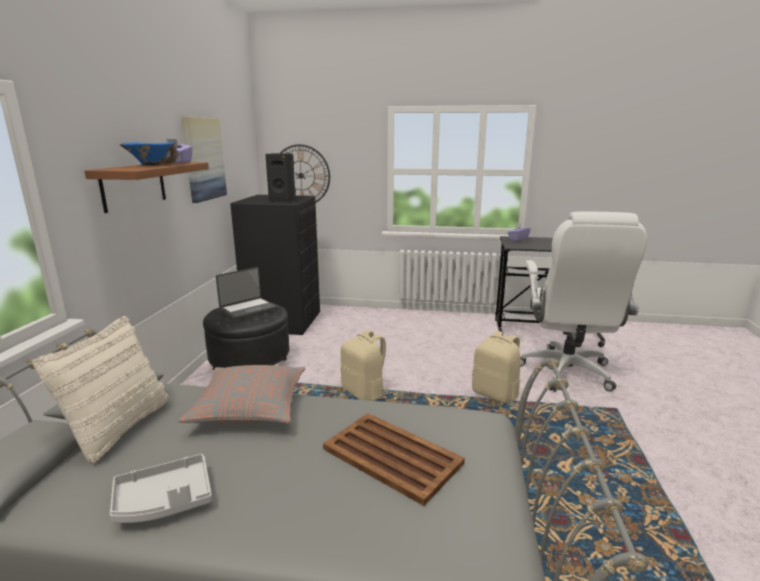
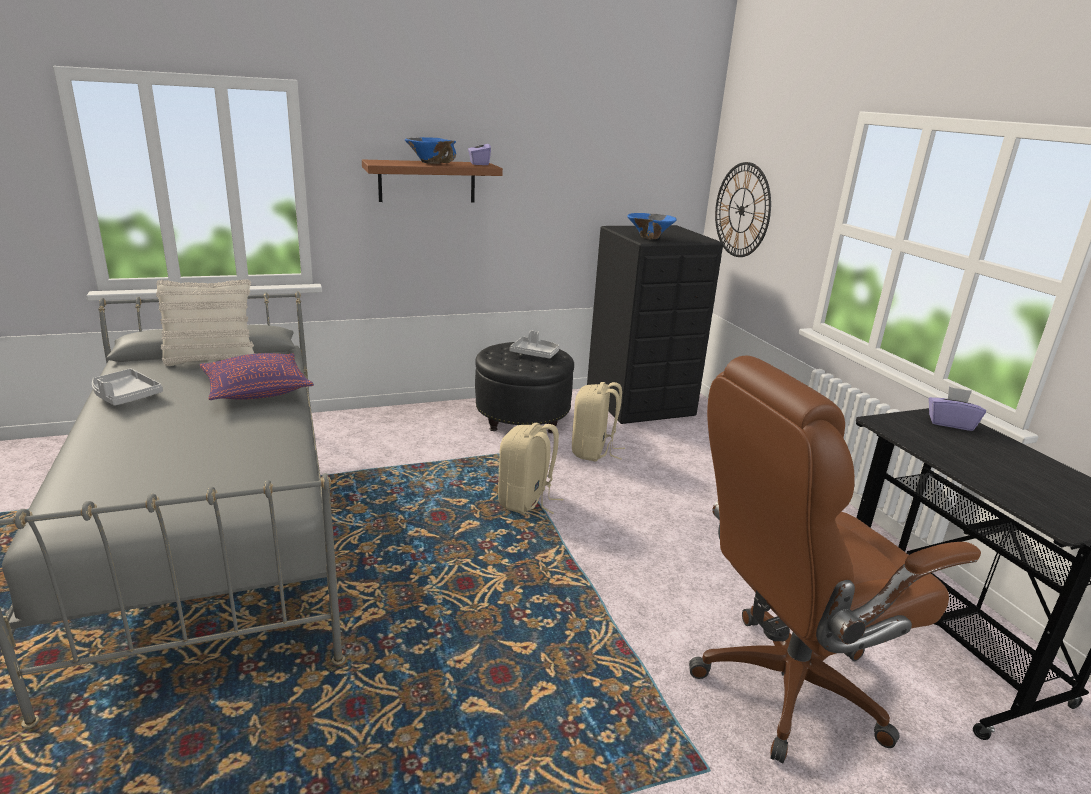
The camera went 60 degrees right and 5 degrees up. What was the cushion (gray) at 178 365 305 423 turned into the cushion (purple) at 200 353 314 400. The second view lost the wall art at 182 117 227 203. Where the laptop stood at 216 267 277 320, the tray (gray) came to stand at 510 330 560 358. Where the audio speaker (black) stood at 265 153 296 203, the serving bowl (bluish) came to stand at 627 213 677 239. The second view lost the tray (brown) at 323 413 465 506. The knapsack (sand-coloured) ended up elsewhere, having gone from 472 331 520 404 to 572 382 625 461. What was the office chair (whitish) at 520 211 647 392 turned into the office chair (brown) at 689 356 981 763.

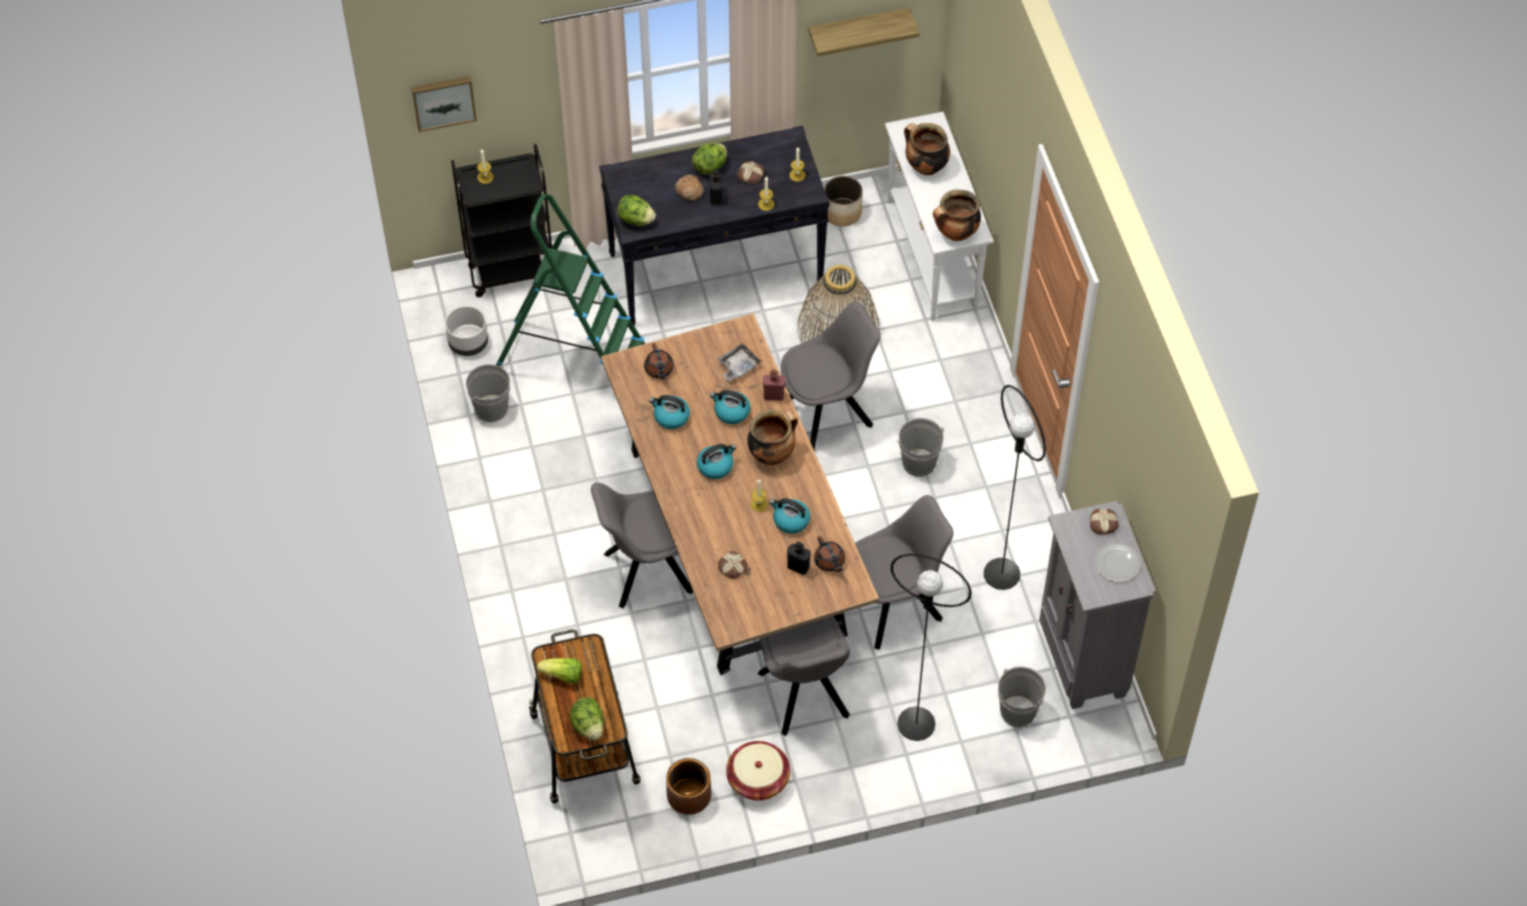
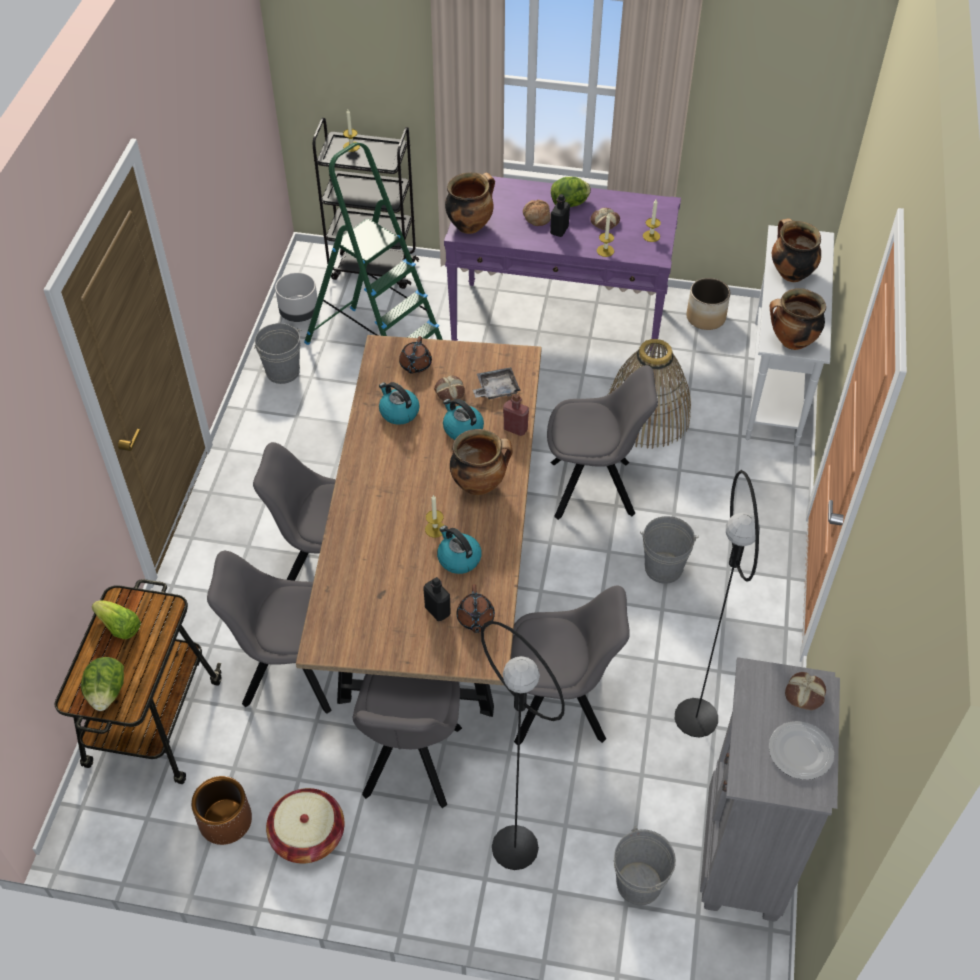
The camera went 25 degrees right and 5 degrees down. The second view lost the wall art at 411 76 477 132. What was the hall table (black) at 599 126 830 325 turned into the hall table (purple) at 444 176 681 356. Where the lettuce stood at 617 195 656 226, the stockpot came to stand at 445 172 495 234. The second view lost the tea kettle at 697 444 736 479. The baked bread ended up elsewhere, having gone from 718 551 748 579 to 434 375 465 401. The second view lost the wall shelf at 808 7 920 56. The second view gained the plain chair (gray) at 207 551 332 714.

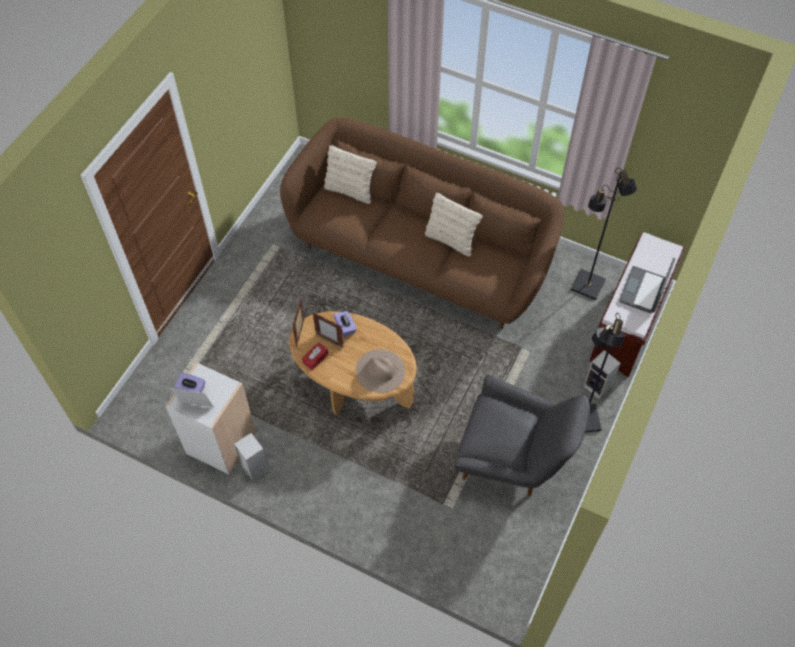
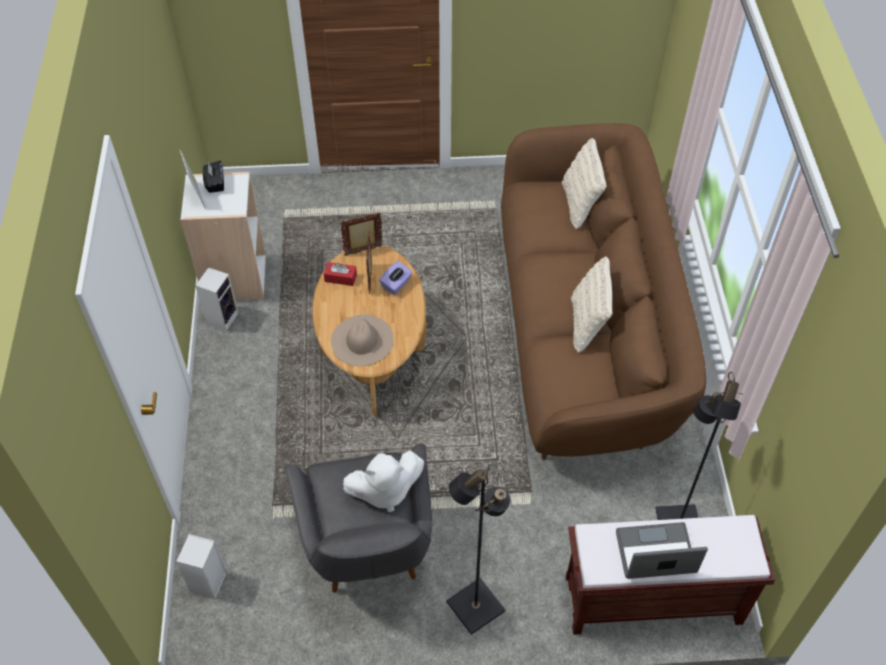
The camera went 60 degrees right and 5 degrees down. What was the box of tissues (purple) at 175 373 205 393 turned into the box of tissues (black) at 203 161 224 193. The audio speaker ended up elsewhere, having gone from 583 350 621 399 to 176 534 227 599. The second view gained the plush toy (whitish) at 343 451 424 512.

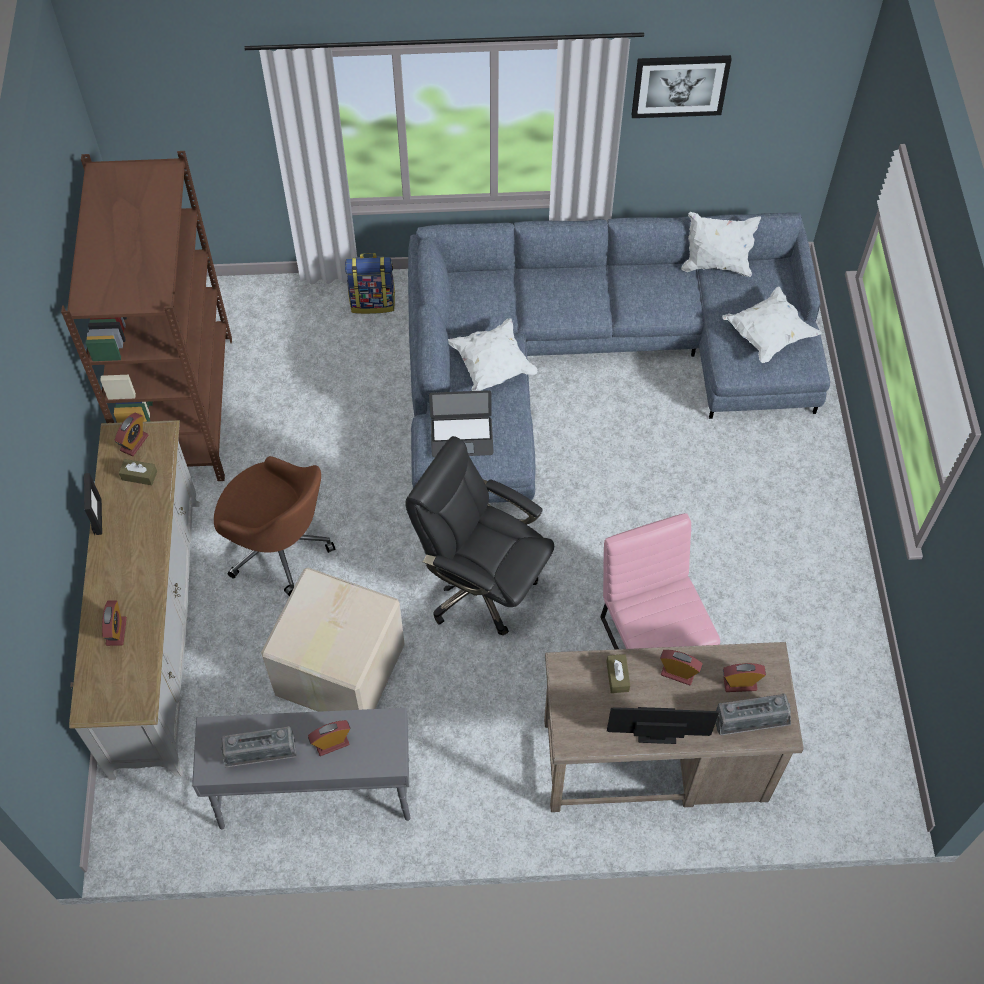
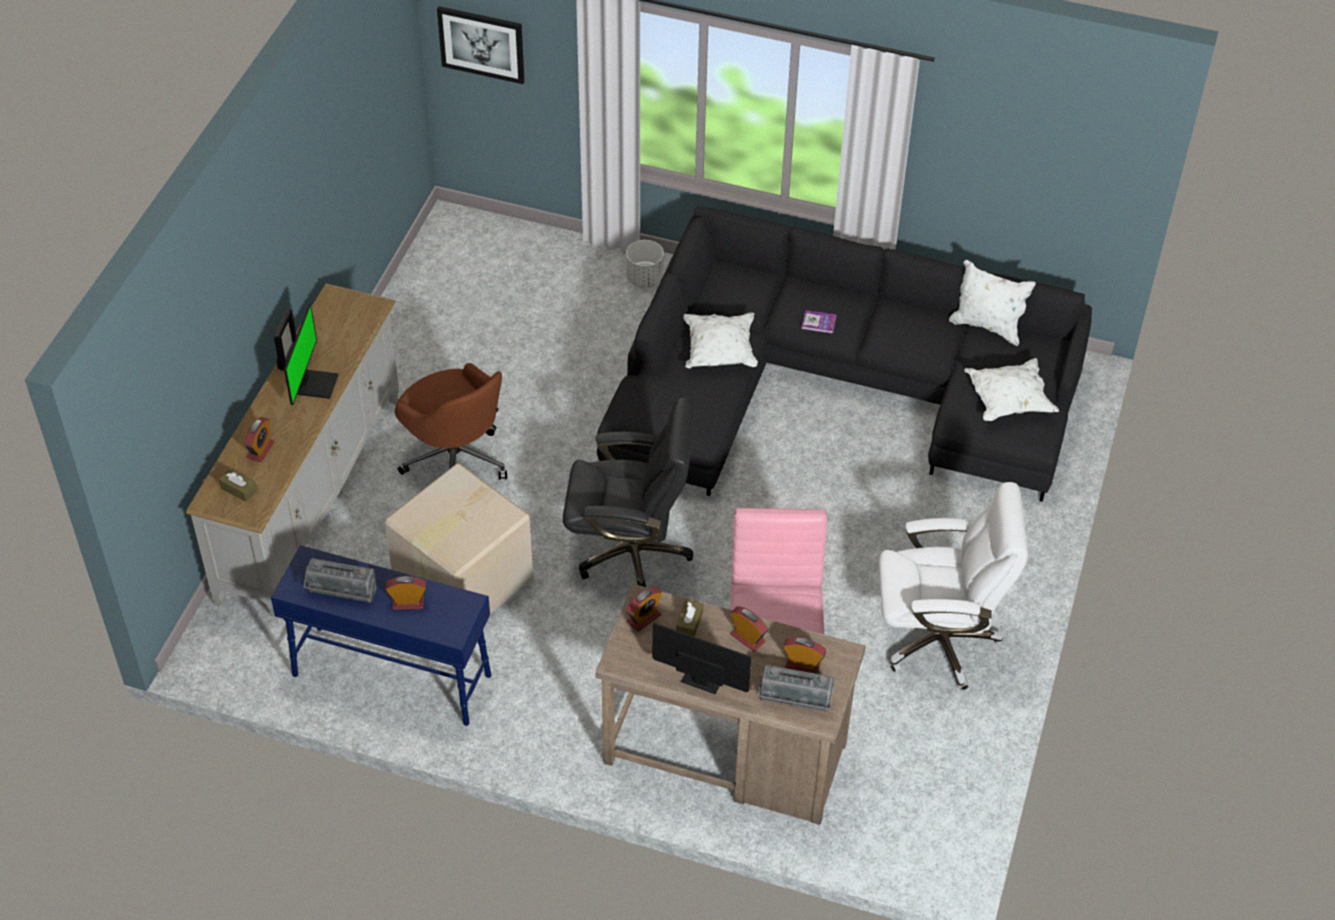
The camera went 20 degrees right and 10 degrees down. The second view lost the shelving unit (brown) at 61 151 232 481. The alarm clock ended up elsewhere, having gone from 114 412 149 456 to 626 587 662 632. The box of tissues (brown) ended up elsewhere, having gone from 119 459 157 485 to 219 469 257 502. What was the hall table (gray) at 192 708 411 829 turned into the hall table (bluish) at 271 545 491 726. Where the knapsack stood at 345 253 395 314, the flower pot (whitish) came to stand at 626 240 664 287. The office chair (black) at 405 436 554 635 ended up facing another way, 135 degrees clockwise from before. What was the sofa (bluish) at 408 213 830 503 turned into the sofa (black) at 597 207 1092 502. The second view lost the laptop at 429 390 494 457. The wall art ended up elsewhere, having gone from 632 55 732 118 to 437 6 524 84. The second view gained the computer screen at 284 304 339 405. The second view gained the bound book at 801 310 836 333. The second view gained the office chair (whitish) at 879 482 1028 690.

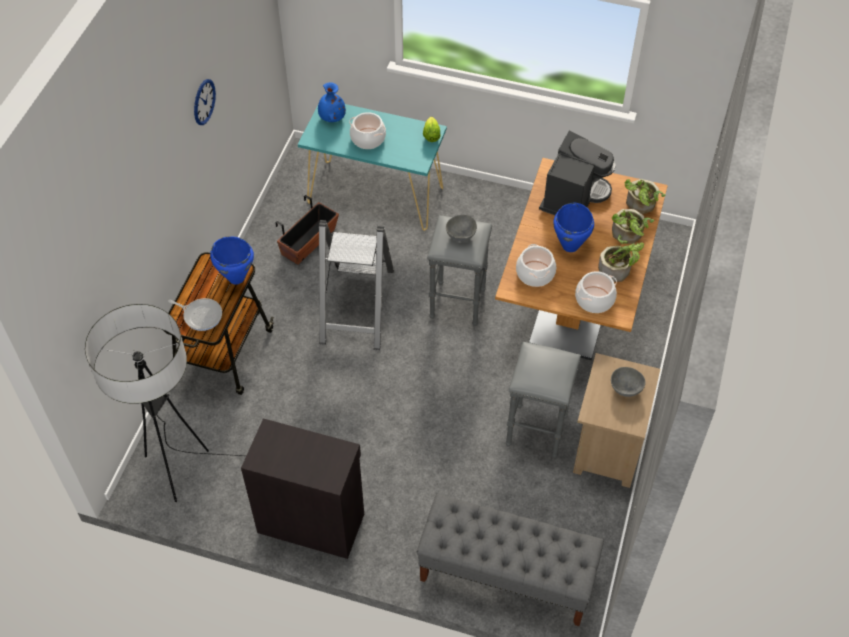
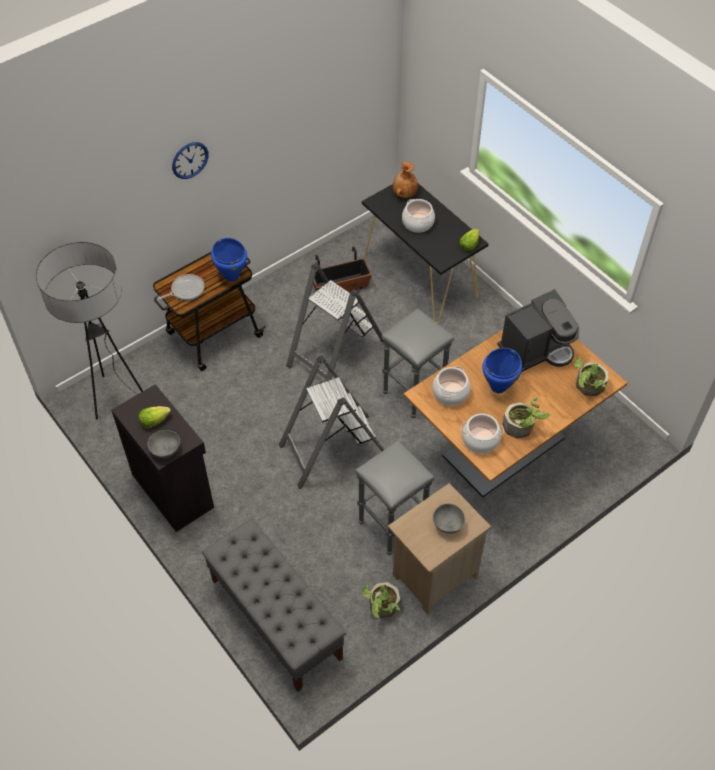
The camera went 35 degrees right and 0 degrees up. The frying pan at 168 298 222 331 ended up facing another way, 90 degrees counterclockwise from before. The wall clock ended up elsewhere, having gone from 194 79 216 125 to 172 142 209 179. What was the hall table (turquoise) at 298 103 447 231 turned into the hall table (black) at 362 183 489 324. What was the decorative vase (bluish) at 318 82 346 122 turned into the decorative vase (brown) at 393 161 418 198. The serving bowl (gray) ended up elsewhere, having gone from 446 215 477 242 to 148 430 180 458. The potted plant ended up elsewhere, having gone from 612 209 654 244 to 363 582 400 618. The second view gained the lettuce at 139 406 171 428. The second view gained the step ladder (gray) at 279 356 385 489.

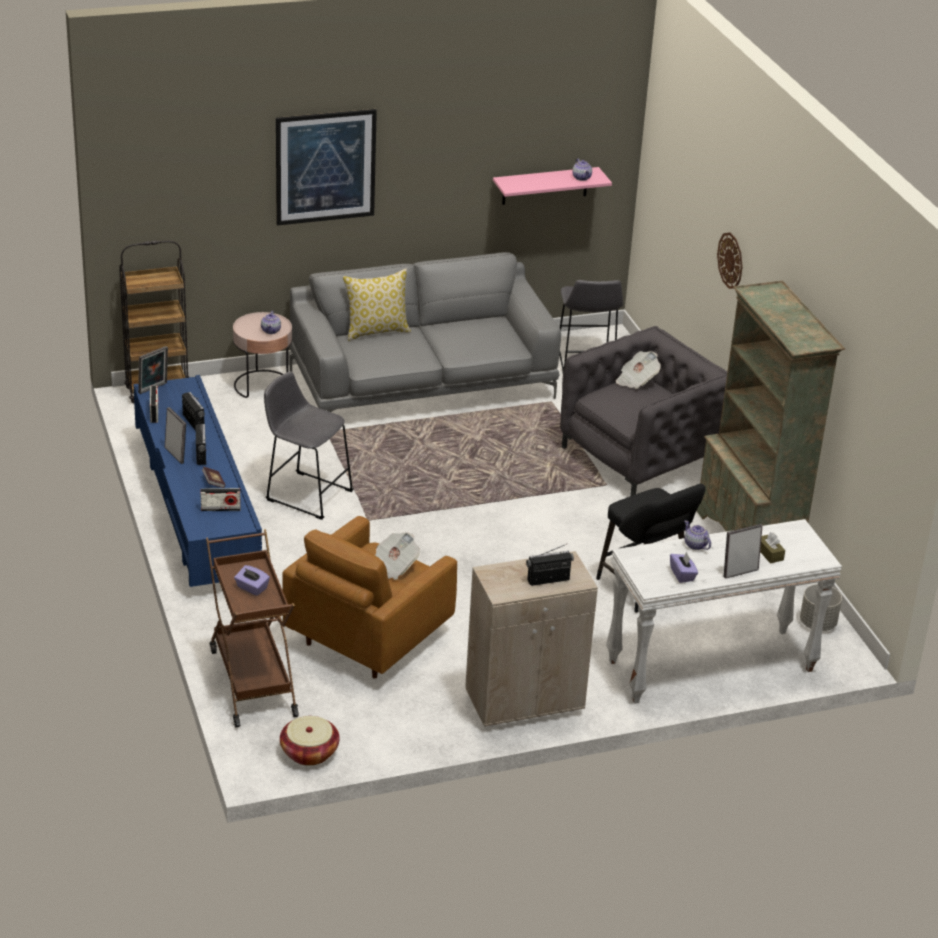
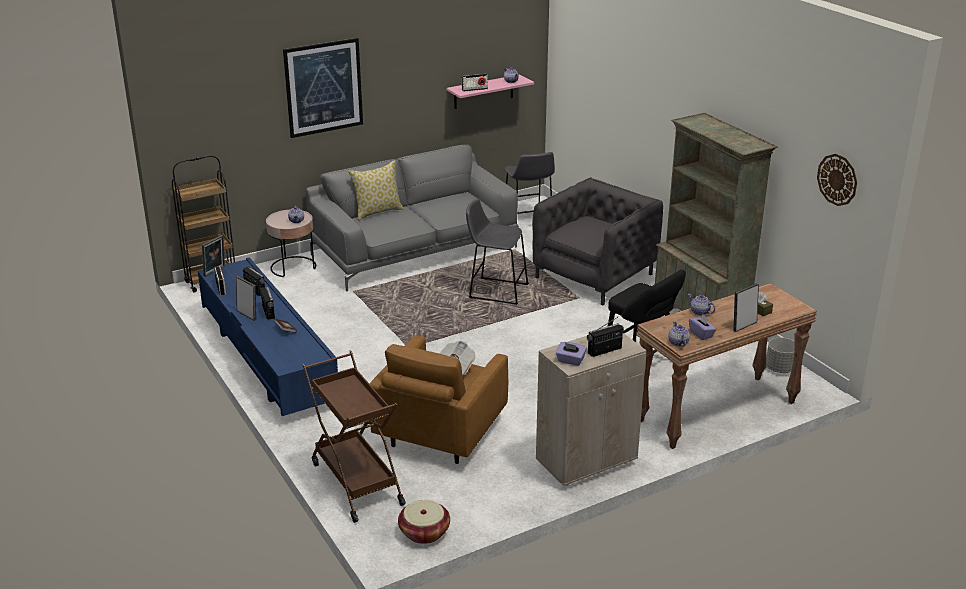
The camera went 10 degrees left and 5 degrees down. The radio receiver ended up elsewhere, having gone from 200 488 241 511 to 462 74 488 92. The box of tissues (purple) ended up elsewhere, having gone from 234 565 270 596 to 556 342 587 366. The stool seat (gray) ended up elsewhere, having gone from 264 372 354 520 to 466 198 529 305. What was the hall table (whitish) at 606 519 842 704 turned into the hall table (brown) at 637 283 817 449. The second view lost the daily paper at 616 351 661 389. The wall clock ended up elsewhere, having gone from 717 232 743 289 to 817 154 857 206. The second view gained the tea pot at 668 321 690 347.

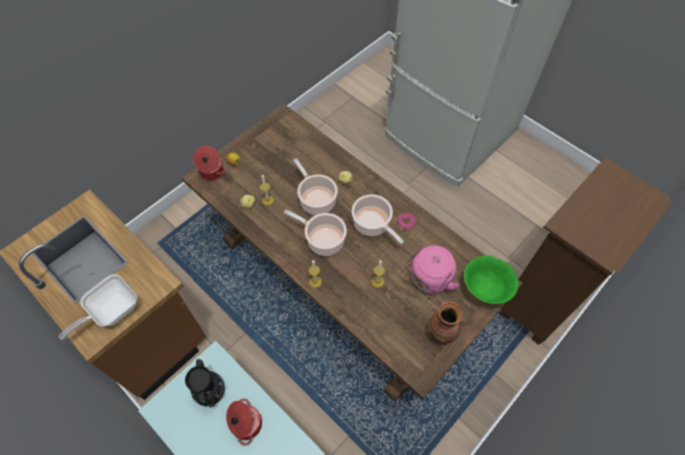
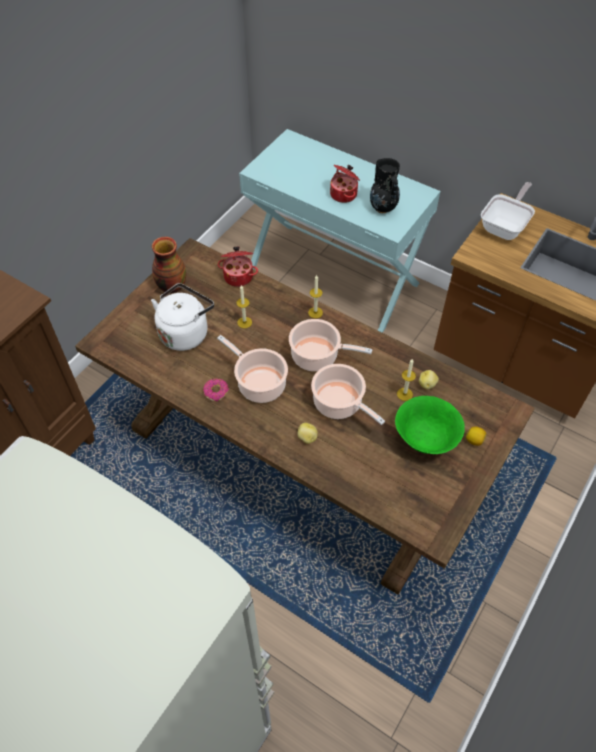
The camera went 170 degrees right and 5 degrees down. The stockpot ended up elsewhere, having gone from 193 146 225 180 to 218 246 258 287. What was the tea kettle (pink-coloured) at 405 246 460 294 turned into the tea kettle (whitish) at 151 283 214 351. The serving bowl (green-coloured) ended up elsewhere, having gone from 464 255 518 304 to 395 396 465 454.

